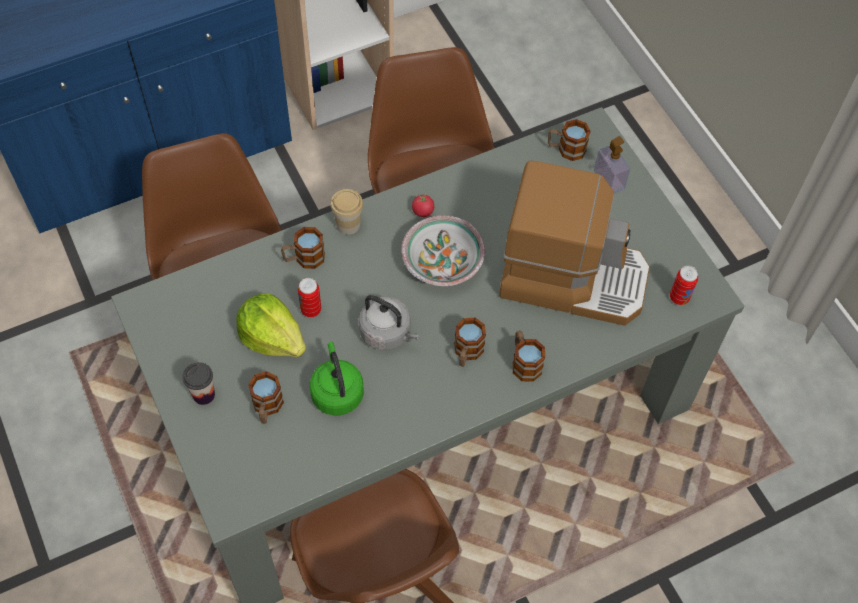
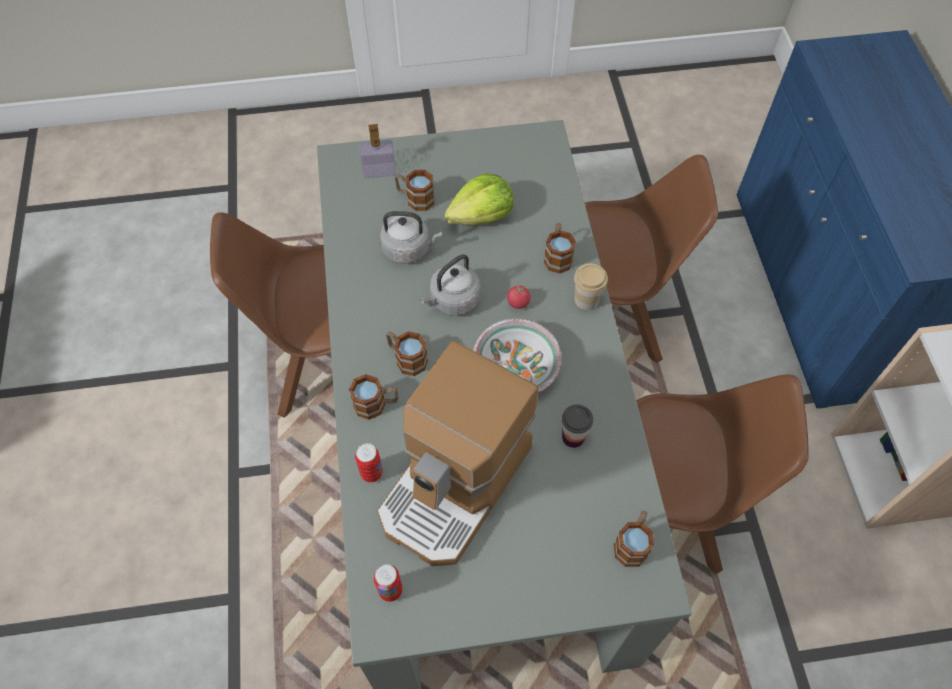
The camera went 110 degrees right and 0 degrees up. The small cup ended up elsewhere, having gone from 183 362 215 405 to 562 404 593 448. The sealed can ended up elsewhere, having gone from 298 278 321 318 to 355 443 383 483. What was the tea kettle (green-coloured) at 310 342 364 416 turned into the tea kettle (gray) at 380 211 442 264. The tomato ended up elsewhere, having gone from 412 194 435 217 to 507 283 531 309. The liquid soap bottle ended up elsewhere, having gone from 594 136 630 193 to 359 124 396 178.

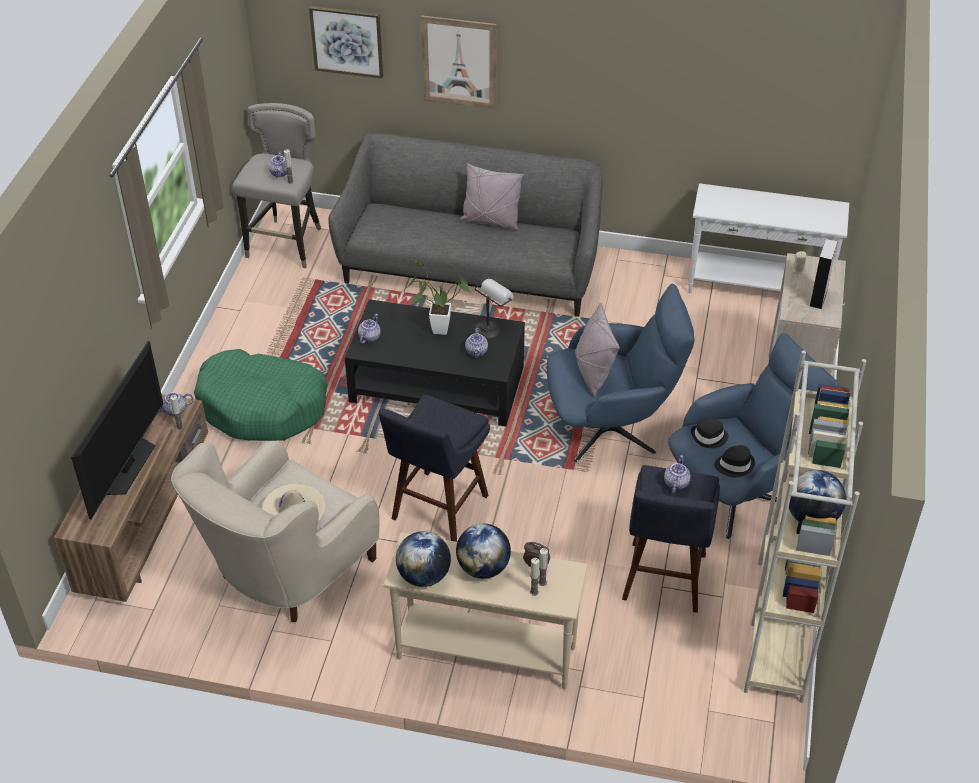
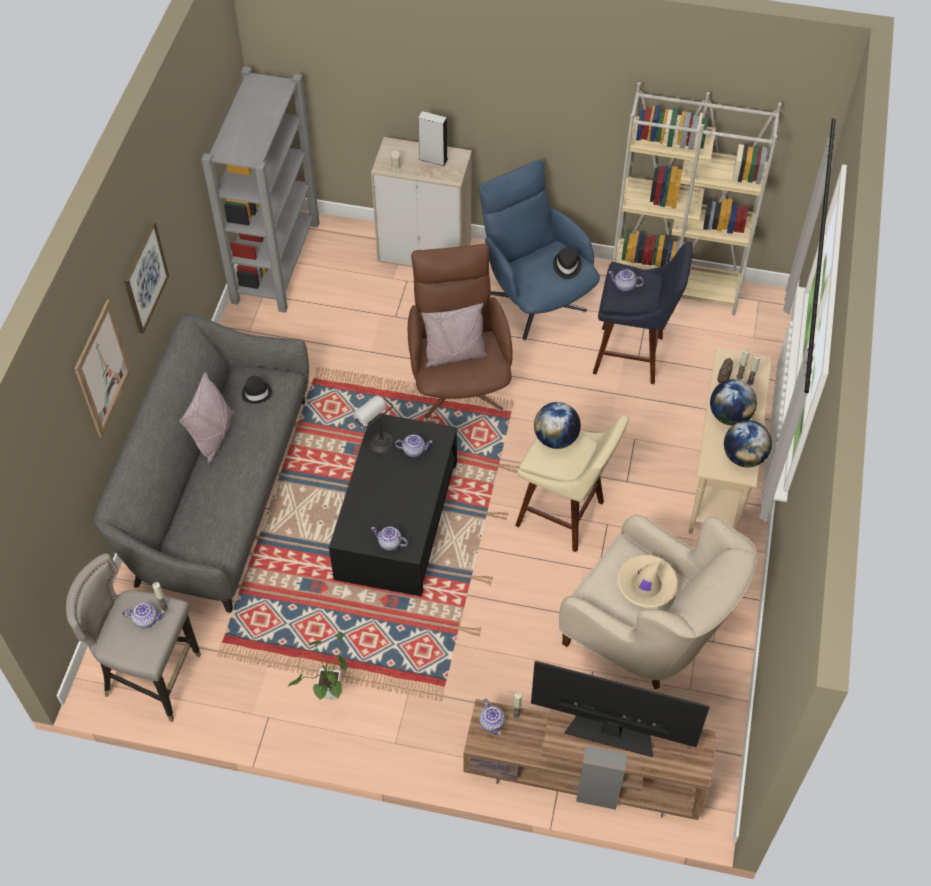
The camera went 90 degrees left and 10 degrees up. The second view lost the dog bed (green-coloured) at 194 349 328 441. The wall art ended up elsewhere, having gone from 309 6 383 79 to 124 221 169 334. What was the stool seat (bluish) at 379 394 490 542 turned into the stool seat (sand-coloured) at 515 415 629 552. The potted plant ended up elsewhere, having gone from 408 261 470 335 to 288 632 348 700. What was the lounge chair (bluish) at 547 283 695 462 turned into the lounge chair (brown) at 408 244 513 419. Where the hall table (whitish) stood at 688 183 849 293, the shelving unit (gray) came to stand at 201 66 320 313. The wearable hat (black) ended up elsewhere, having gone from 691 418 728 448 to 241 376 272 403. The globe ended up elsewhere, having gone from 789 470 846 522 to 534 402 581 449.

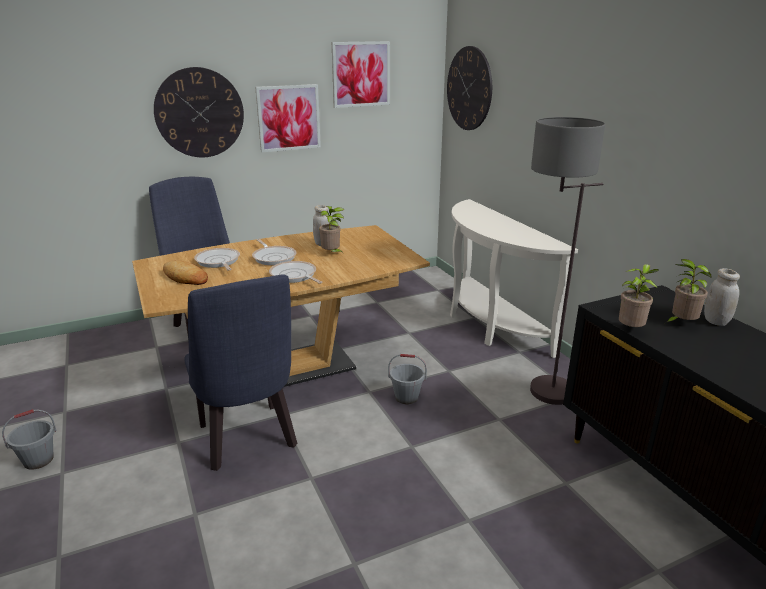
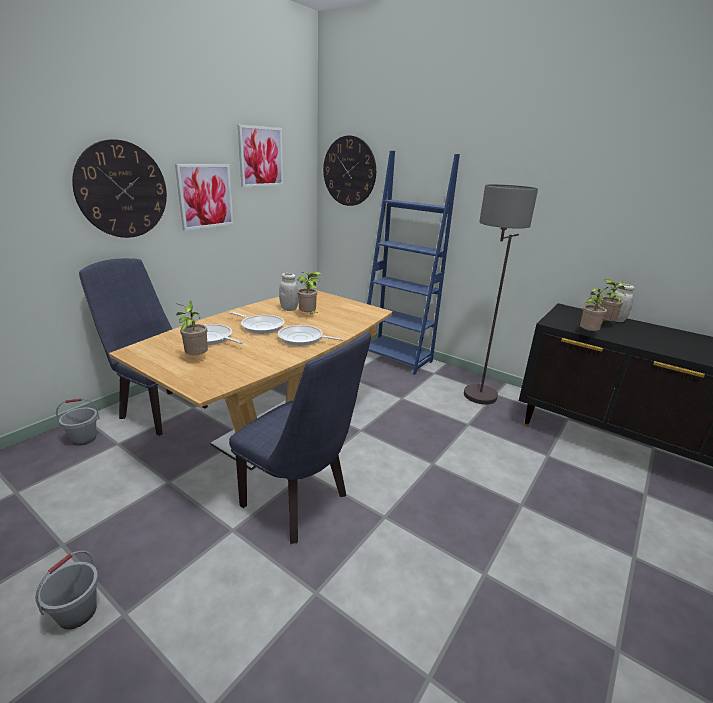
The camera went 30 degrees left and 0 degrees up. Where the baked bread stood at 163 260 208 285, the potted plant came to stand at 176 301 208 356. The water bucket (gray) ended up elsewhere, having gone from 388 354 427 404 to 56 398 100 446. Where the hall table (whitish) stood at 450 199 578 358, the shelving unit (bluish) came to stand at 367 151 460 375.

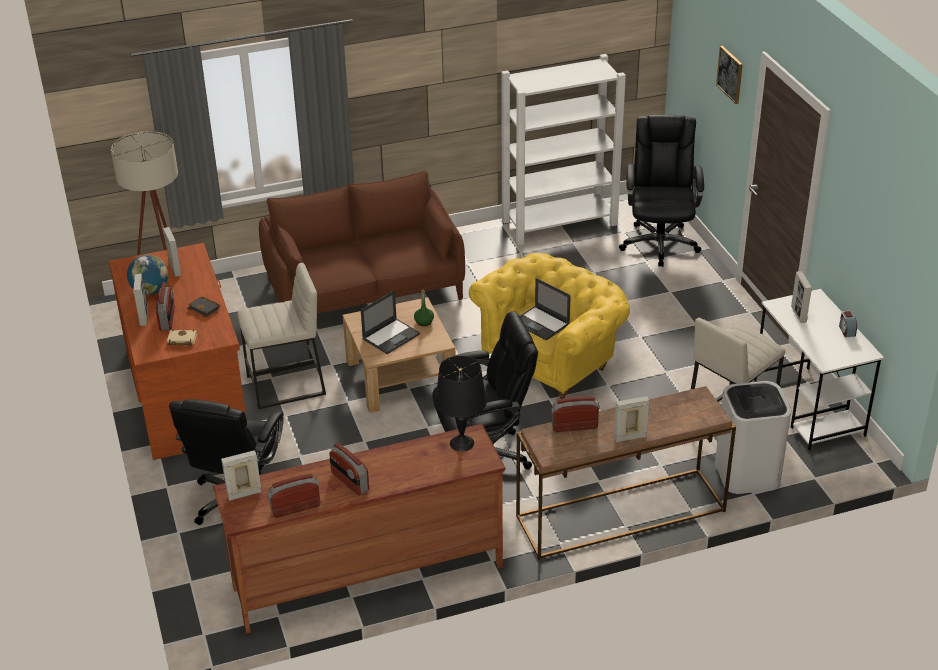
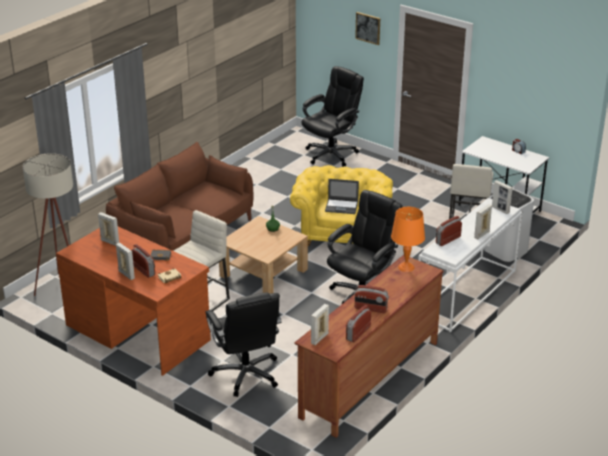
The camera went 35 degrees left and 5 degrees down. The second view lost the globe at 127 255 168 295. The second view lost the laptop at 361 290 420 354. What was the lamp for a table (black) at 435 356 487 451 turned into the lamp for a table (orangey) at 391 207 425 272. The second view lost the shelving unit (whitish) at 501 54 626 245. What was the hall table (brown) at 516 386 736 560 turned into the hall table (whitish) at 418 198 523 332. The office chair (black) at 619 114 704 267 ended up facing another way, 75 degrees clockwise from before. The standing frame ended up elsewhere, having gone from 791 271 812 323 to 492 180 513 214.

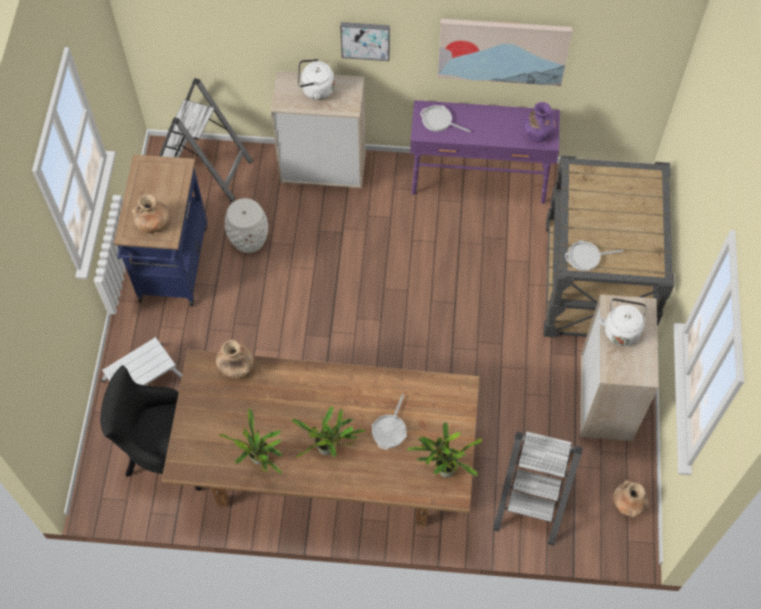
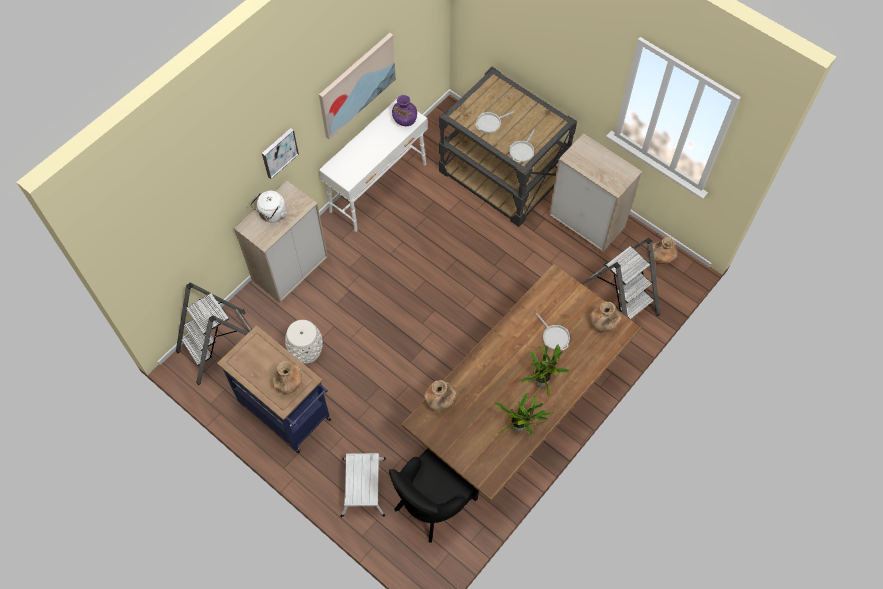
The camera went 55 degrees left and 0 degrees up. Where the potted plant stood at 407 422 482 478, the decorative vase (brown) came to stand at 590 302 622 332. What was the hall table (purple) at 410 100 560 204 turned into the hall table (whitish) at 319 99 428 232. The frying pan ended up elsewhere, having gone from 420 105 471 132 to 475 111 515 133. The second view lost the tea kettle (whitish) at 599 298 647 346.

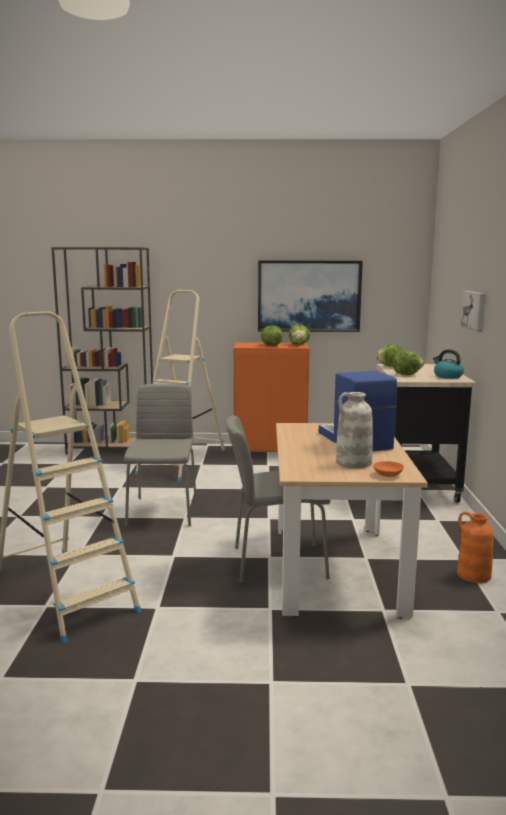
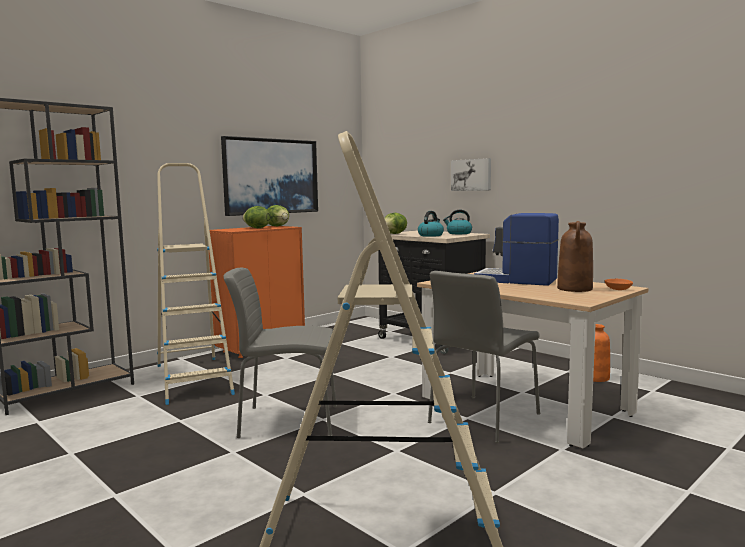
The camera went 45 degrees left and 5 degrees down. The plain chair (gray) at 124 384 197 526 ended up facing another way, 45 degrees counterclockwise from before. What was the decorative vase (whitish) at 336 392 373 469 turned into the decorative vase (brown) at 557 221 593 292. Where the lettuce stood at 392 351 424 375, the tea kettle came to stand at 418 211 444 237.

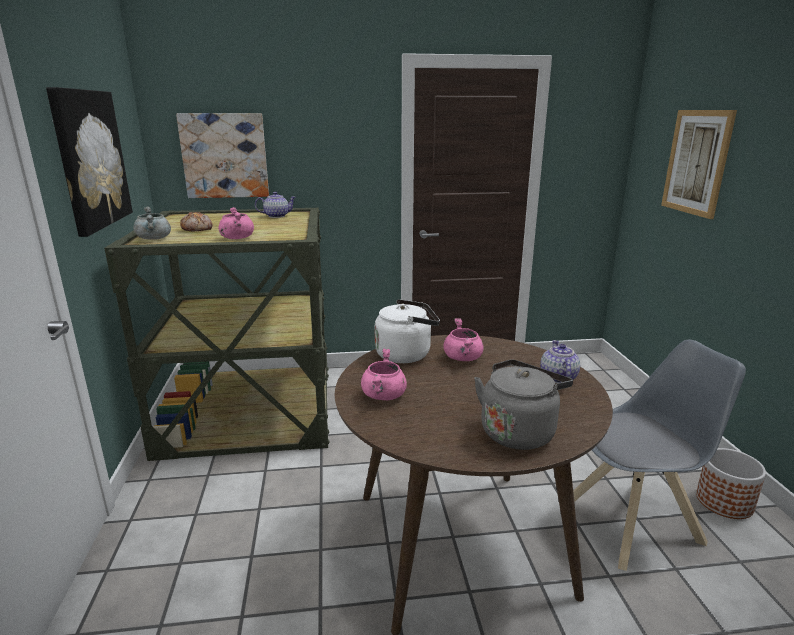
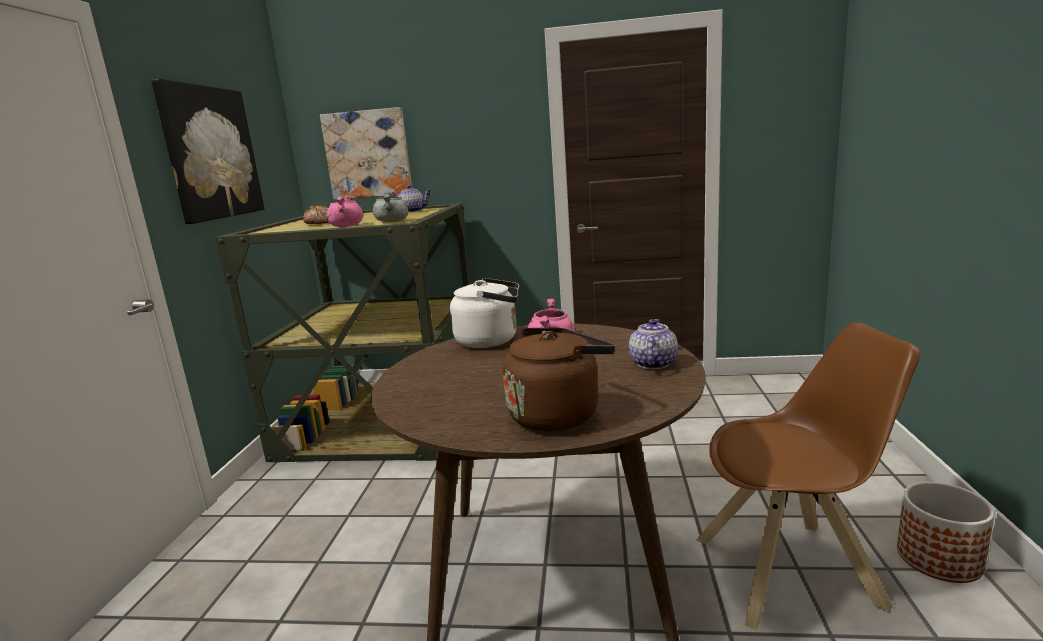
The camera went 15 degrees right and 5 degrees down. The stockpot (gray) ended up elsewhere, having gone from 133 206 171 240 to 373 190 408 222. The second view lost the stockpot (pink-coloured) at 361 348 407 400. What was the tea kettle (gray) at 474 359 573 450 turned into the tea kettle (brown) at 503 328 615 431. What was the plain chair (gray) at 573 340 746 571 turned into the plain chair (brown) at 696 322 920 629. The second view lost the wall art at 661 110 737 219.

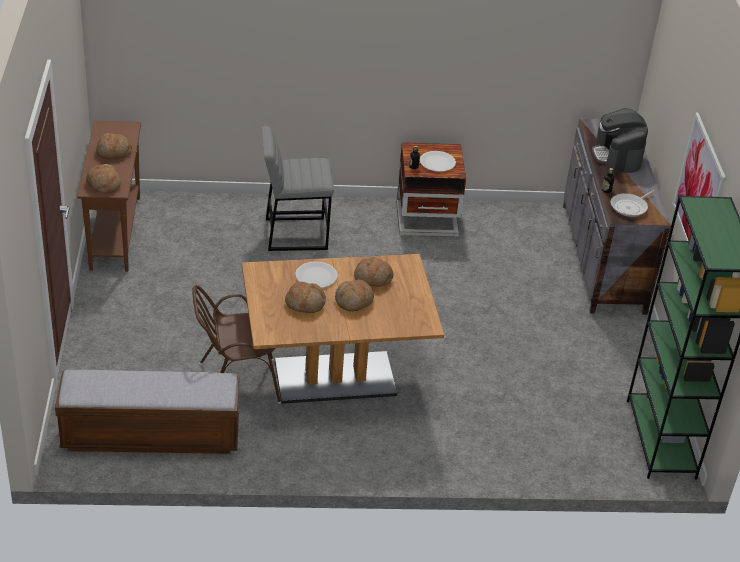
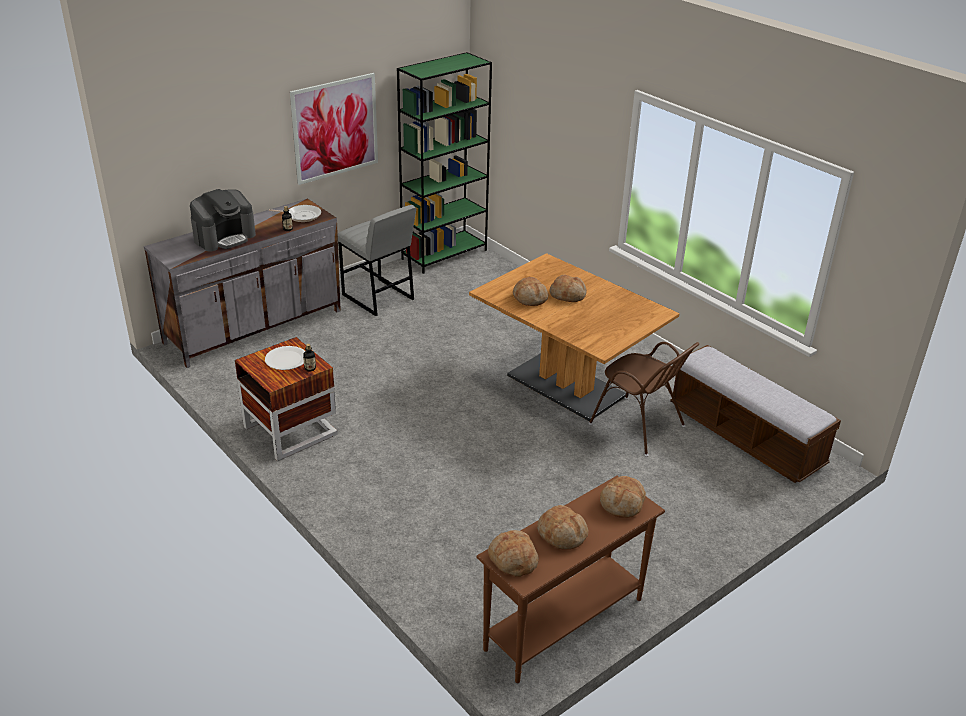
The camera went 125 degrees left and 5 degrees down. The plain chair (gray) ended up elsewhere, having gone from 262 126 334 251 to 338 205 416 316. The baked bread ended up elsewhere, having gone from 285 282 326 313 to 488 530 539 577. The second view lost the plate (whitish) at 295 261 338 288.

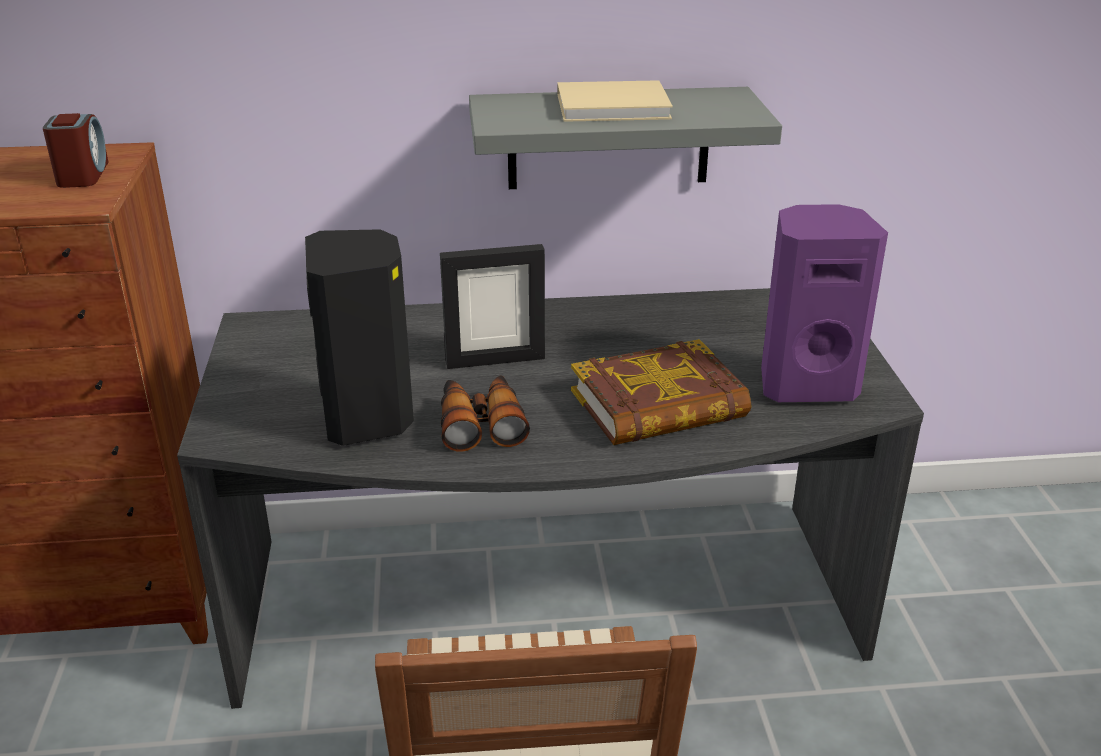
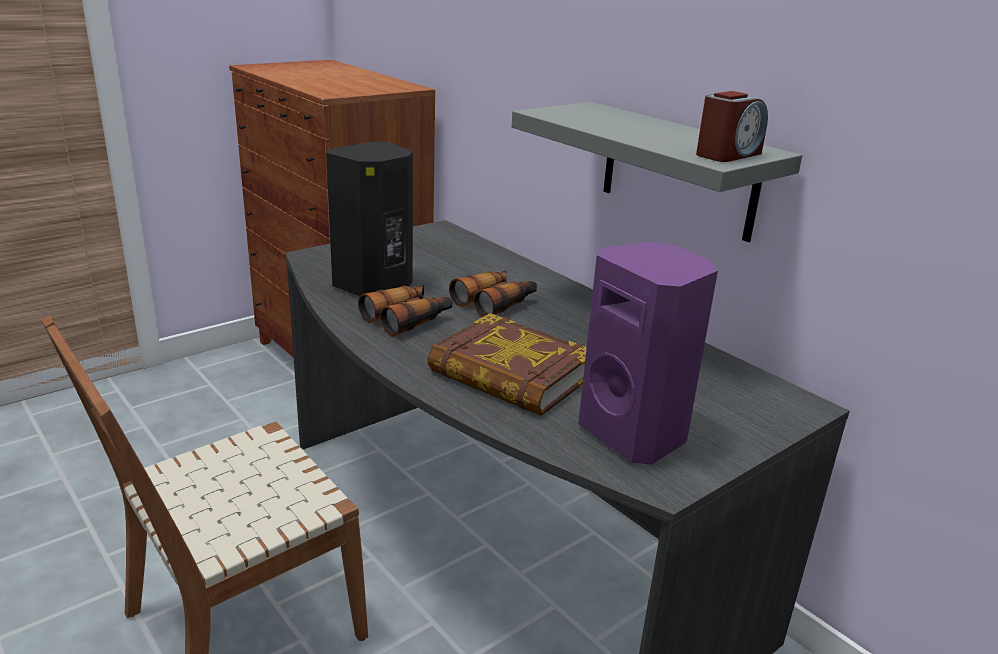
The camera went 55 degrees right and 5 degrees down. The alarm clock ended up elsewhere, having gone from 43 113 109 188 to 696 91 768 162. Where the standing frame stood at 440 244 545 369, the field glasses came to stand at 449 270 537 317. The second view lost the bound book (sand-coloured) at 557 80 673 122.

